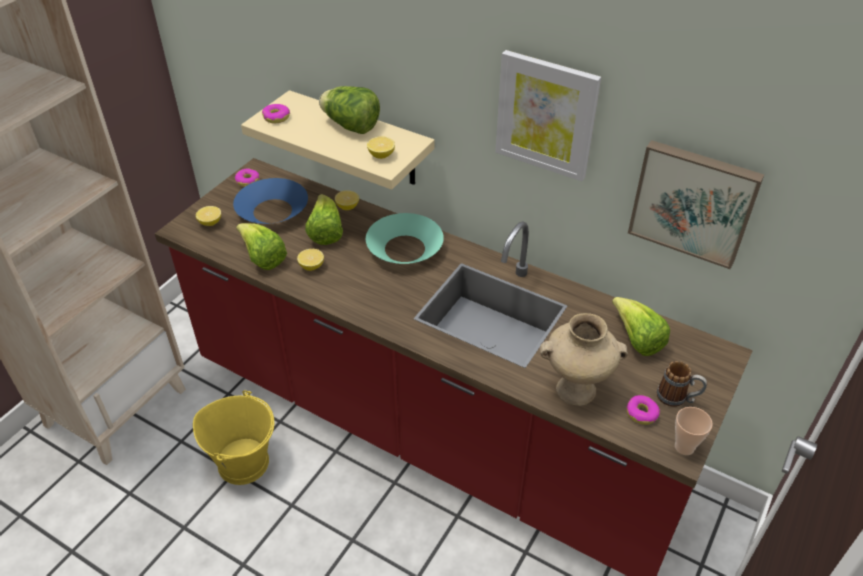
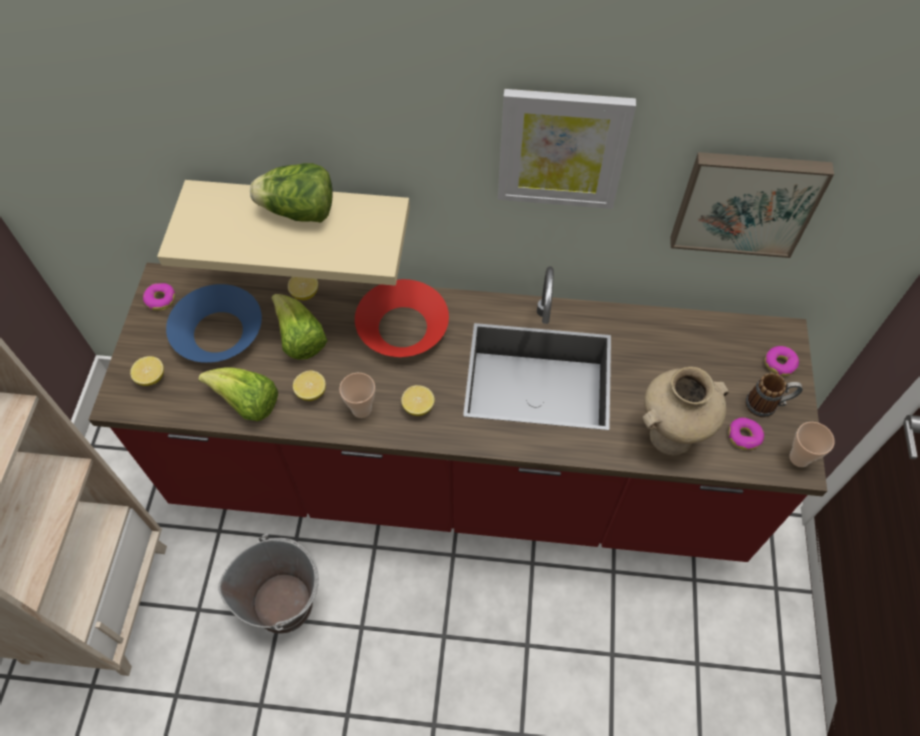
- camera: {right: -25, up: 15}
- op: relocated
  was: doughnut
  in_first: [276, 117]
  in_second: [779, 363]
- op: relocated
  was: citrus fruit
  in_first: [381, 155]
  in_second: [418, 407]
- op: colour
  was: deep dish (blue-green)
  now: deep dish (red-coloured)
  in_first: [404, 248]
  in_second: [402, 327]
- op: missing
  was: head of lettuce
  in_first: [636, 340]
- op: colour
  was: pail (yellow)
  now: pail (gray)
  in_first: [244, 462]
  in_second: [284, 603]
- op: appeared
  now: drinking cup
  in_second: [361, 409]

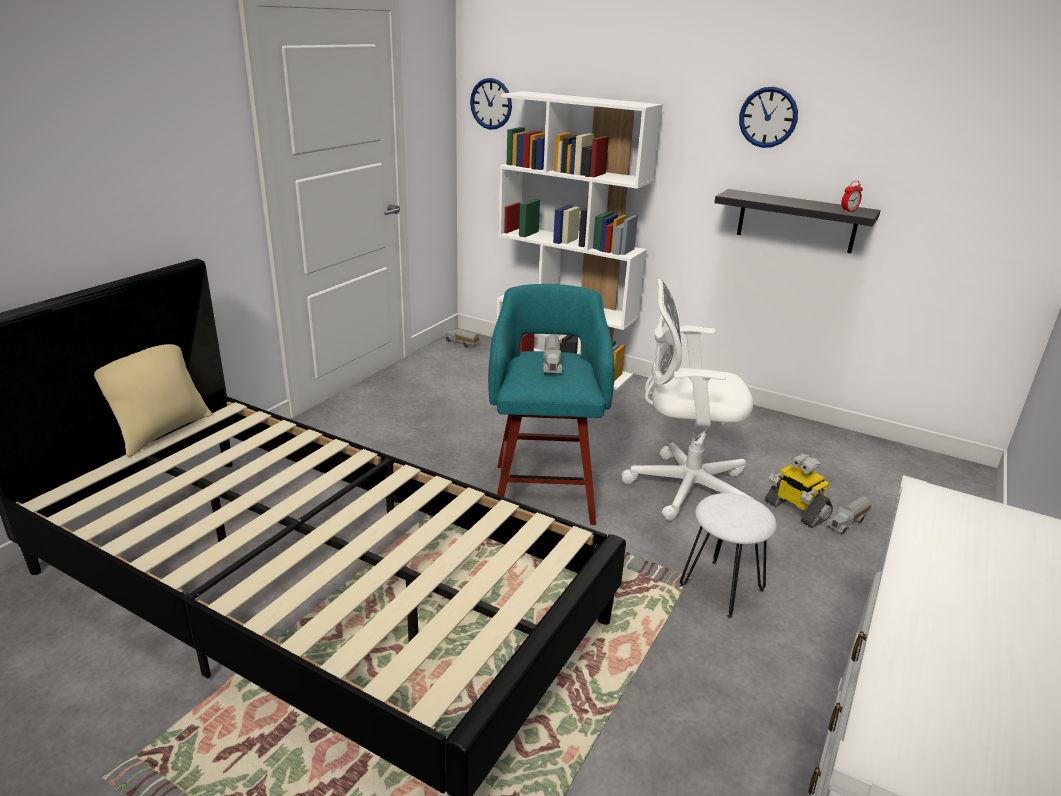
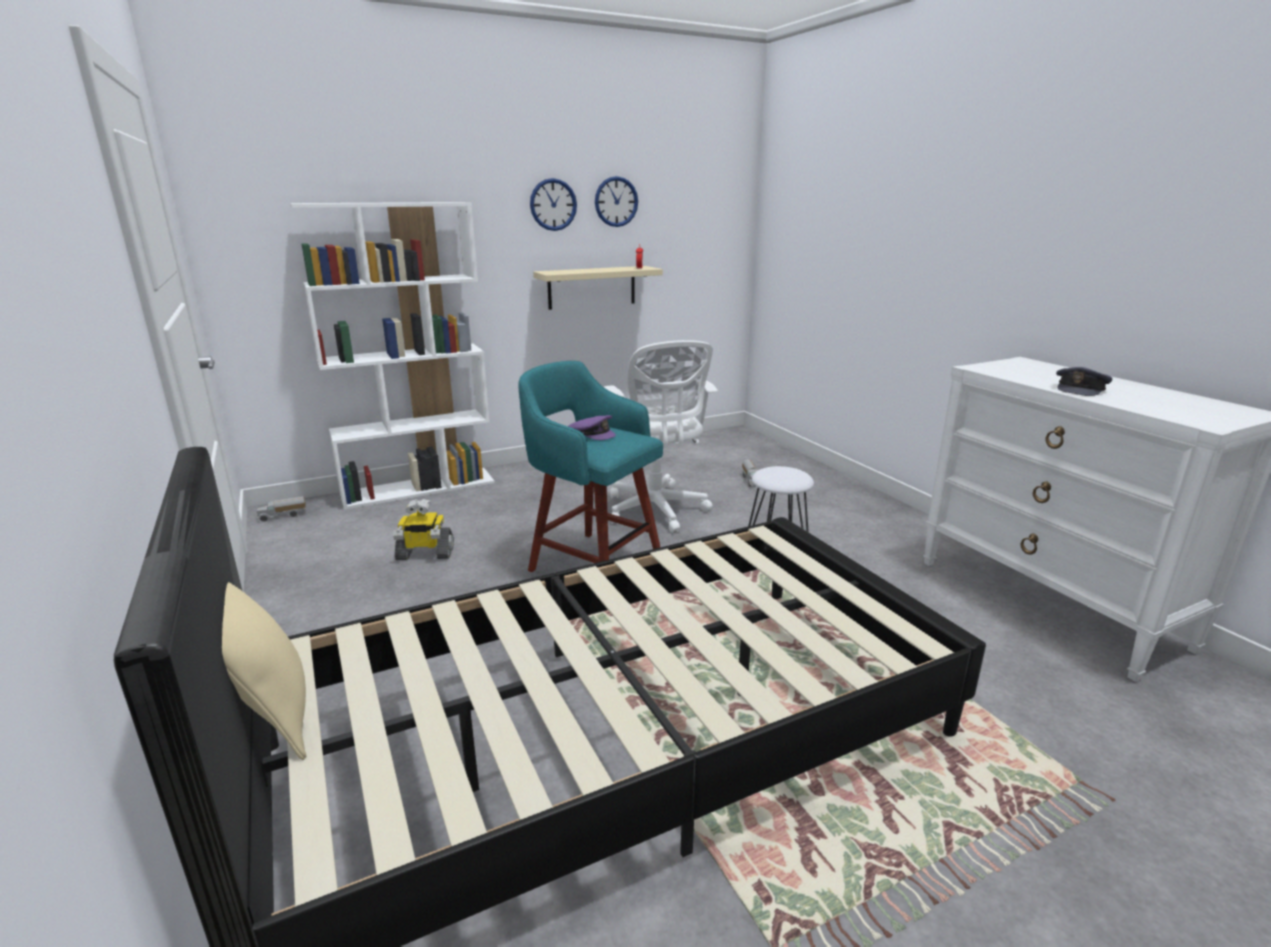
- camera: {right: -55, up: -5}
- op: relocated
  was: hanging clock
  in_first: [491, 104]
  in_second: [616, 201]
- op: colour
  was: bracket shelf (black)
  now: bracket shelf (beige-coloured)
  in_first: [796, 221]
  in_second: [592, 287]
- op: spun
  was: desk chair (white-coloured)
  in_first: [683, 488]
  in_second: [656, 511]
  clockwise: -60
- op: exchanged
  was: toy truck
  now: peaked cap (purplish)
  in_first: [552, 365]
  in_second: [592, 434]
- op: relocated
  was: model robot
  in_first: [795, 510]
  in_second: [424, 554]
- op: appeared
  now: peaked cap (gray)
  in_second: [1080, 389]

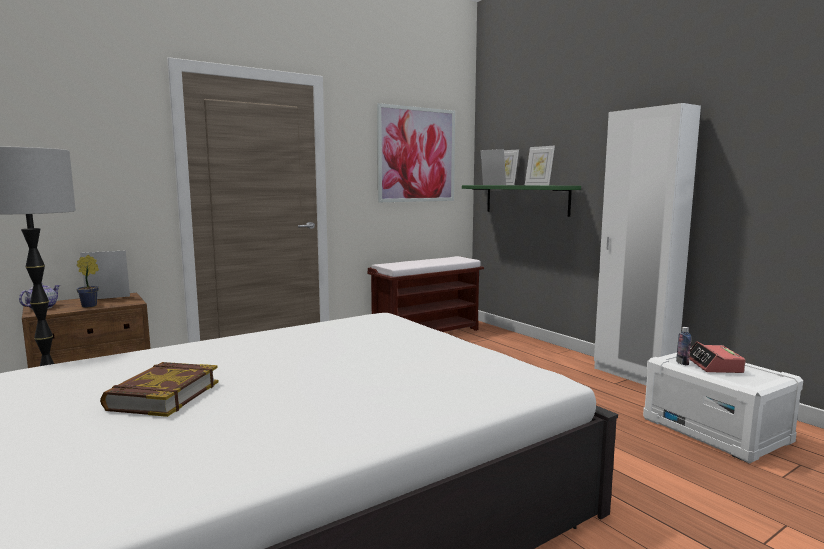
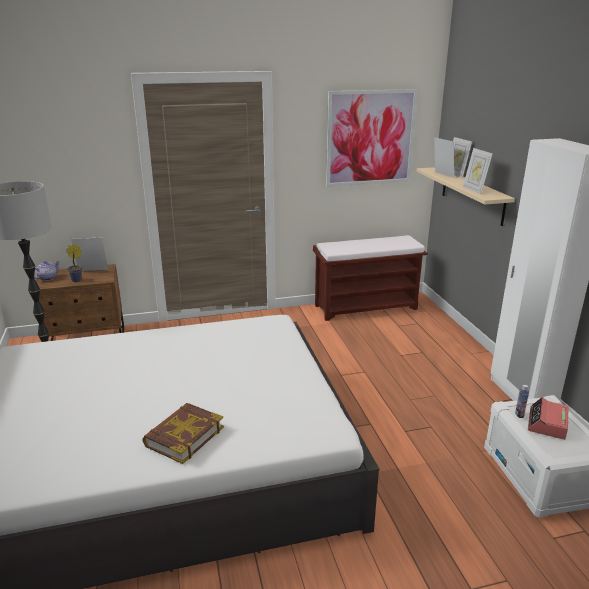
- camera: {right: 20, up: 15}
- op: colour
  was: bracket shelf (green)
  now: bracket shelf (beige-coloured)
  in_first: [526, 199]
  in_second: [472, 195]
- op: relocated
  was: volume
  in_first: [163, 395]
  in_second: [184, 436]

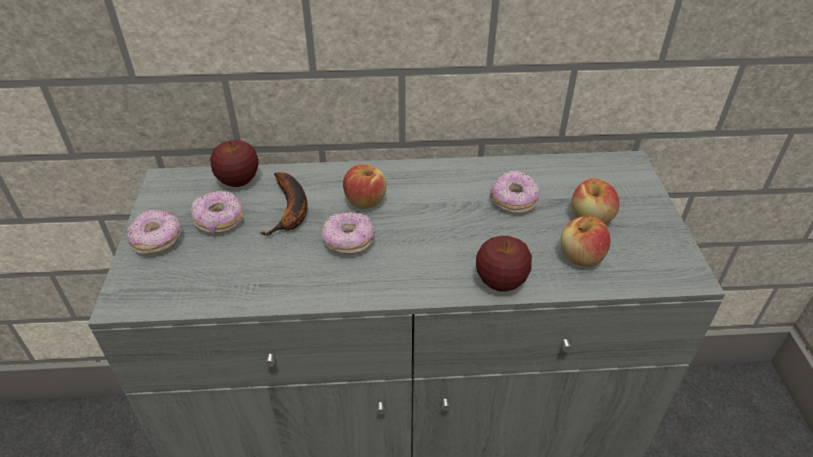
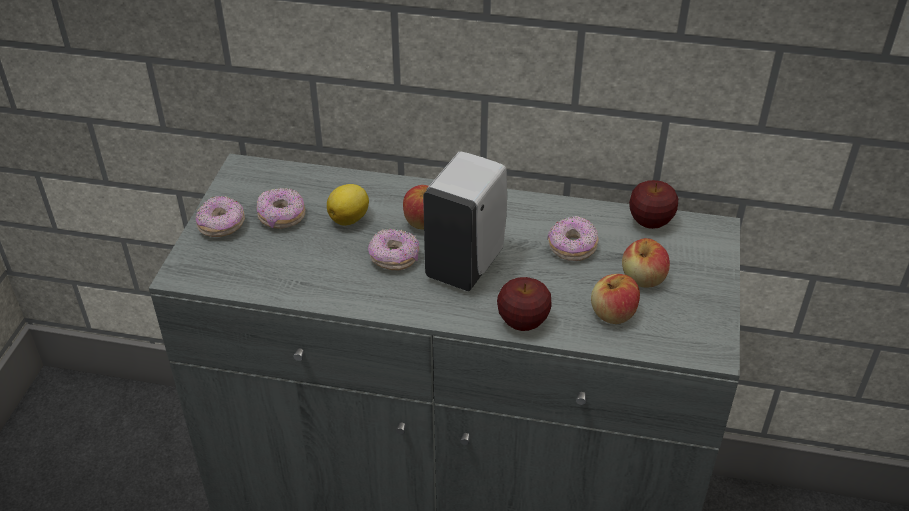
- camera: {right: 15, up: 0}
- op: relocated
  was: whole apple
  in_first: [238, 181]
  in_second: [650, 222]
- op: exchanged
  was: banana
  now: citrus fruit
  in_first: [290, 211]
  in_second: [350, 218]
- op: appeared
  now: soap bottle (white-coloured)
  in_second: [466, 263]

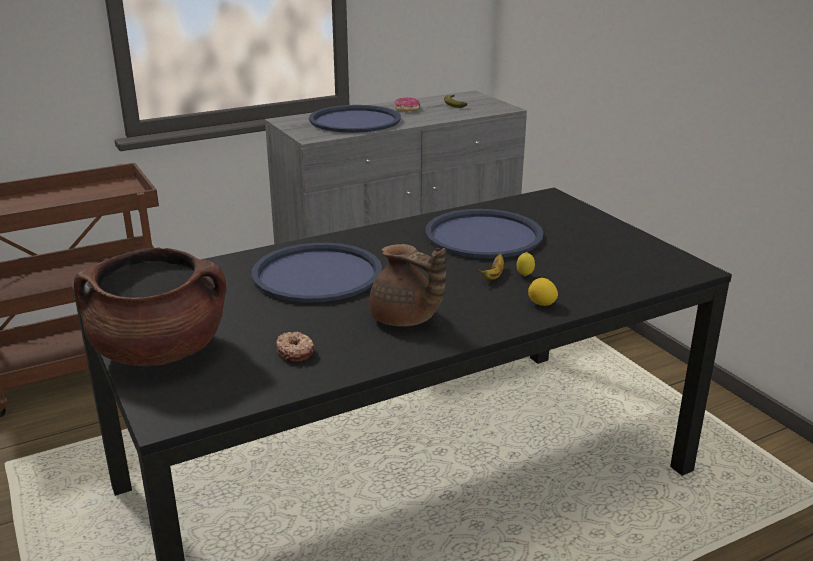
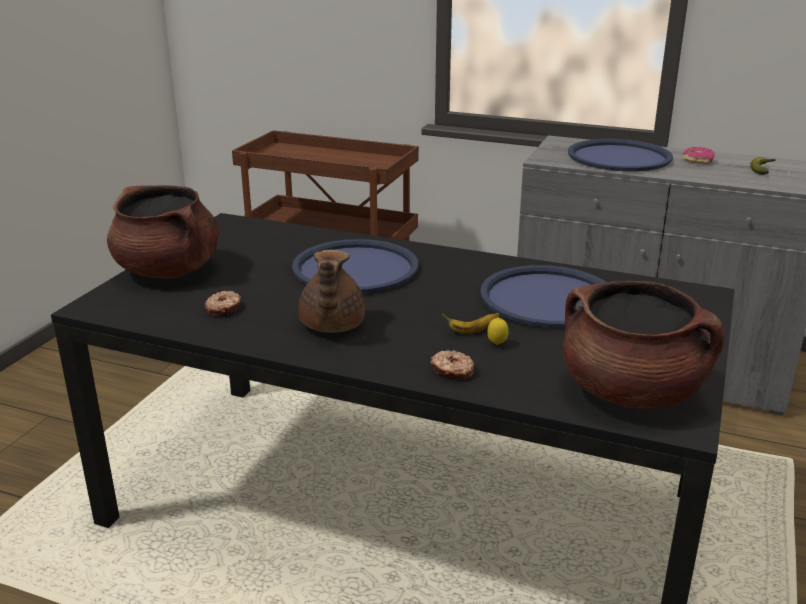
- camera: {right: 50, up: 0}
- op: exchanged
  was: citrus fruit
  now: doughnut
  in_first: [542, 304]
  in_second: [452, 371]
- op: appeared
  now: cooking pot (brown-coloured)
  in_second: [631, 392]

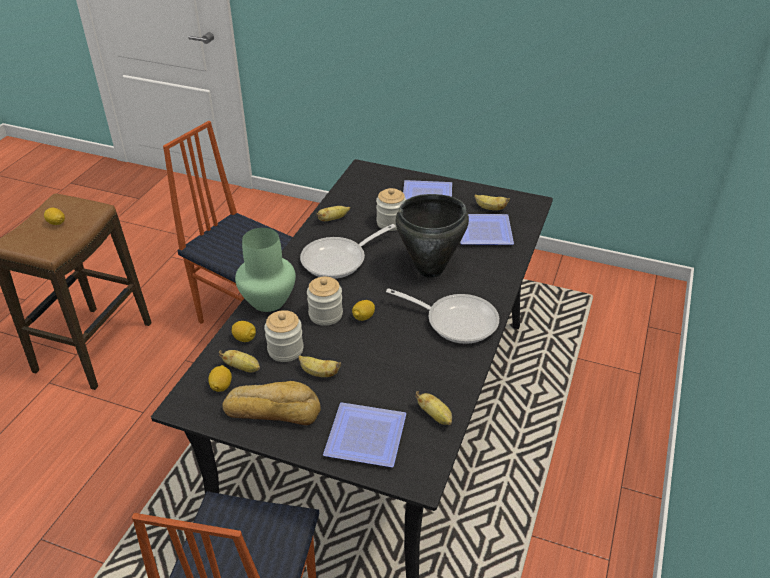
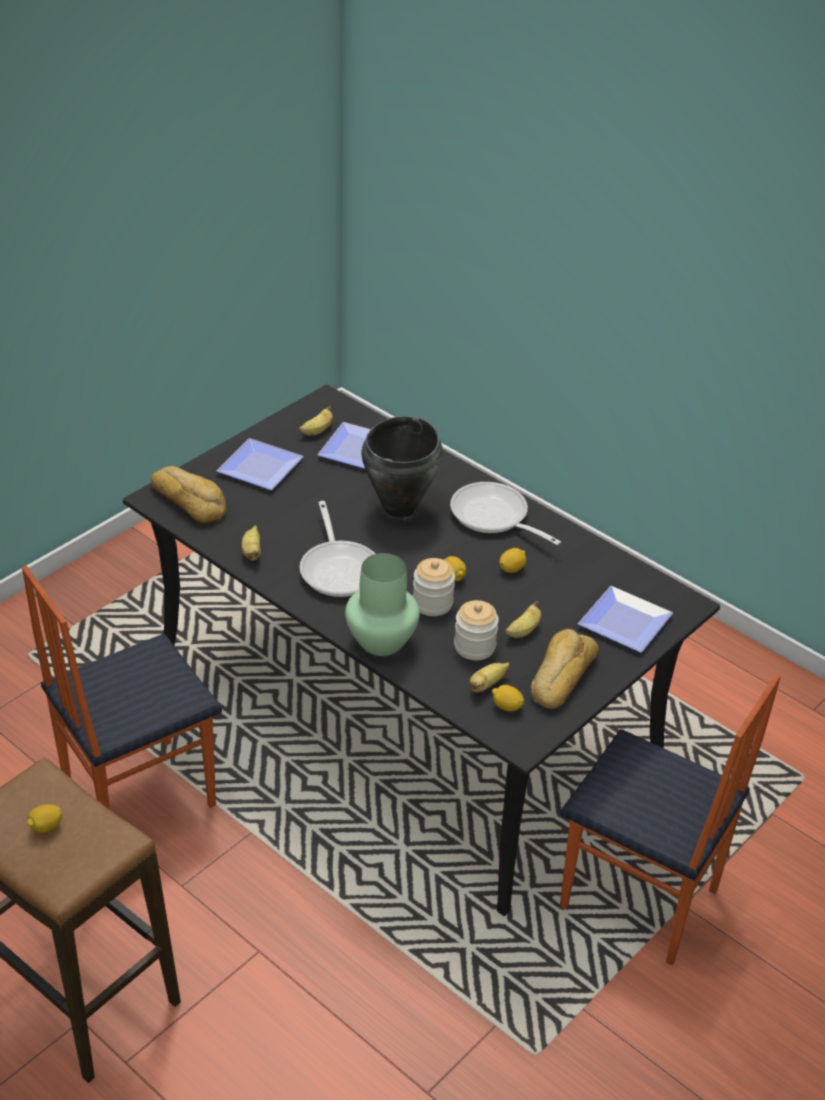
- camera: {right: -70, up: 0}
- op: missing
  was: jar
  in_first: [391, 223]
- op: spun
  was: skillet
  in_first: [456, 320]
  in_second: [494, 517]
  clockwise: -90
- op: relocated
  was: citrus fruit
  in_first: [245, 338]
  in_second: [512, 569]
- op: missing
  was: banana
  in_first: [435, 416]
- op: appeared
  now: bakery bread
  in_second: [189, 500]

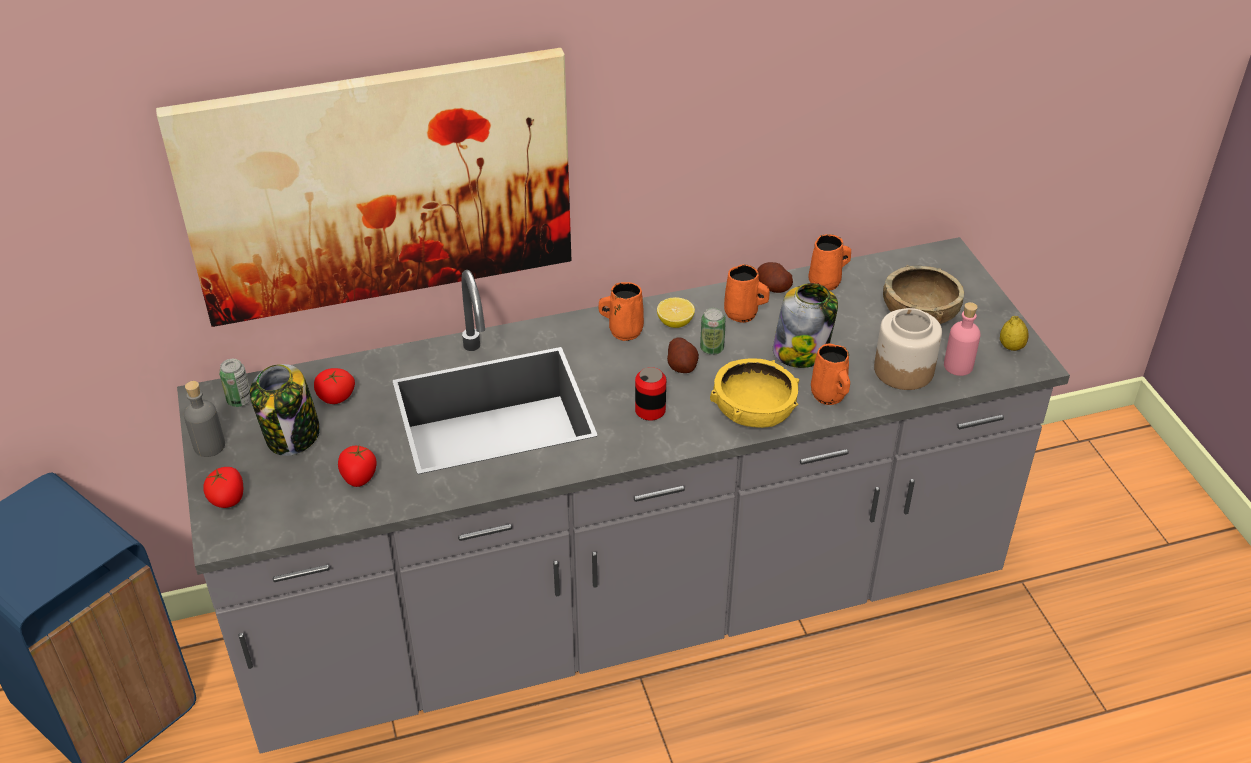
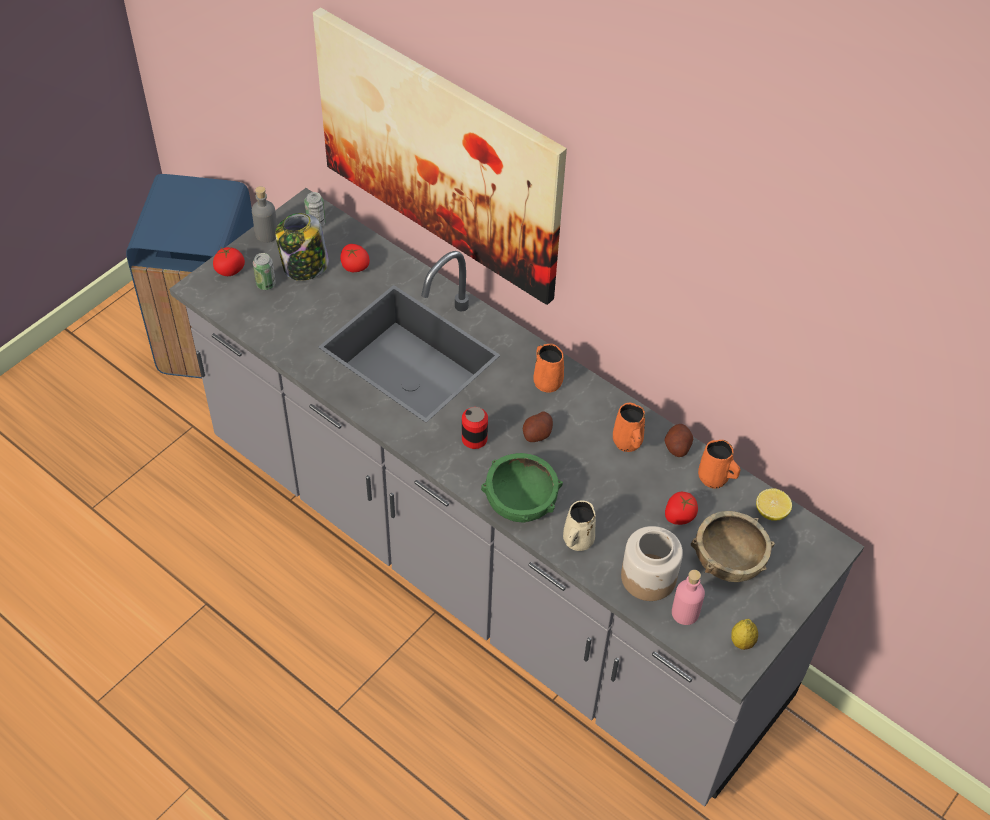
- camera: {right: 55, up: 10}
- op: missing
  was: jar
  in_first: [801, 351]
- op: relocated
  was: citrus fruit
  in_first: [675, 323]
  in_second: [771, 512]
- op: relocated
  was: can
  in_first: [712, 348]
  in_second: [266, 284]
- op: colour
  was: coffee mug (orange)
  now: coffee mug (beige-coloured)
  in_first: [829, 396]
  in_second: [577, 541]
- op: colour
  was: deep dish (yellow)
  now: deep dish (green)
  in_first: [753, 412]
  in_second: [520, 501]
- op: relocated
  was: whole tomato
  in_first: [359, 477]
  in_second: [679, 516]

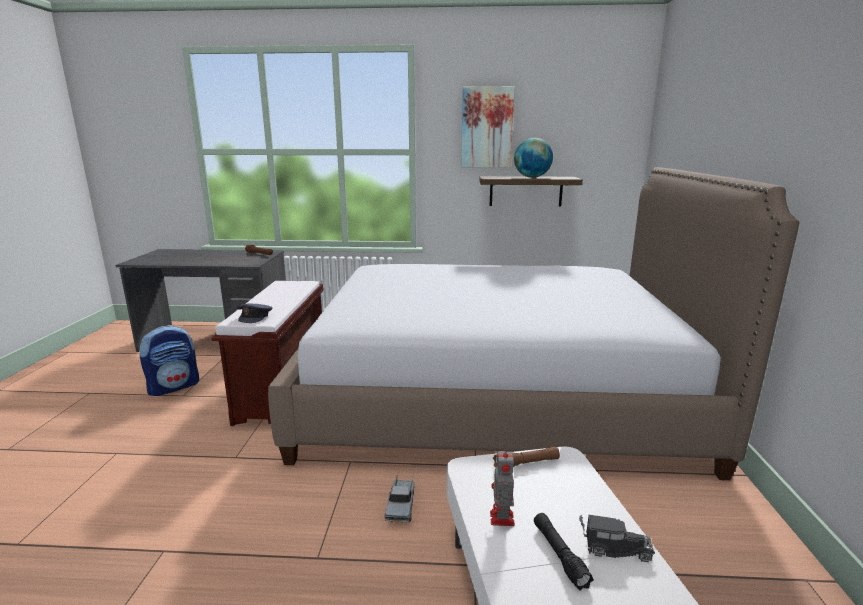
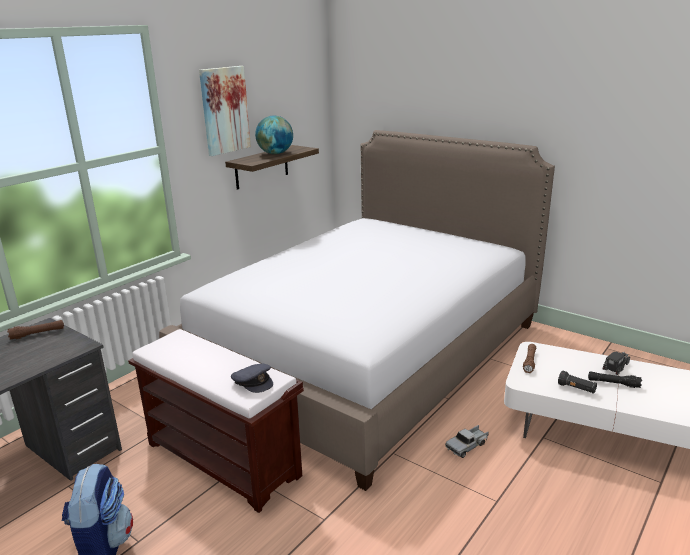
- camera: {right: -55, up: 5}
- op: exchanged
  was: model robot
  now: hand torch (black)
  in_first: [502, 519]
  in_second: [576, 389]
- op: spun
  was: toy truck
  in_first: [401, 505]
  in_second: [467, 446]
  clockwise: 105

